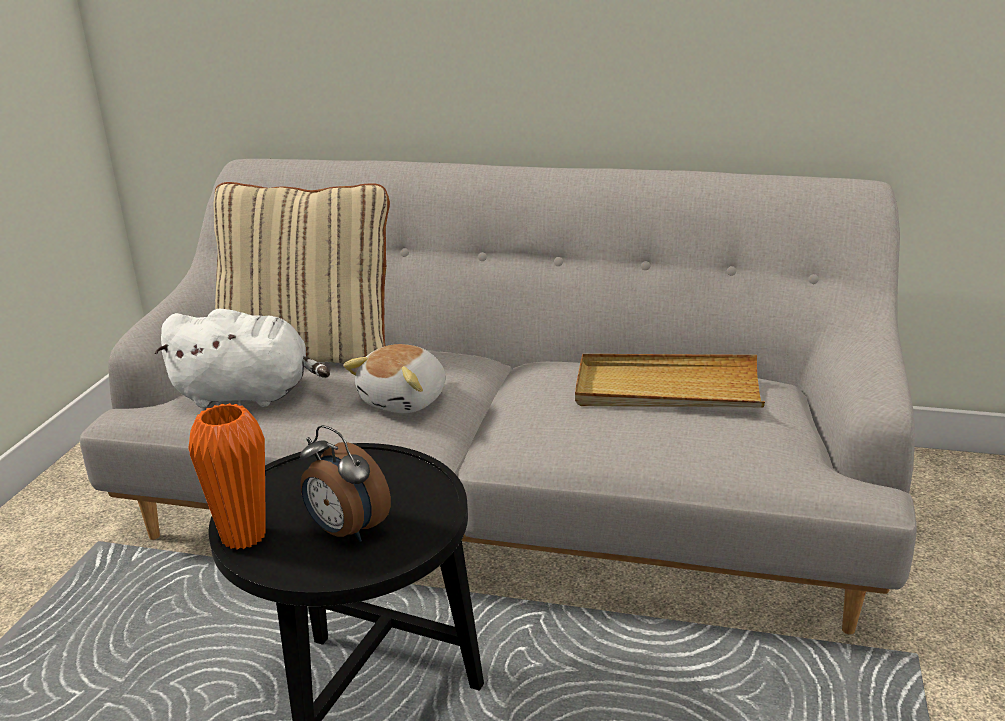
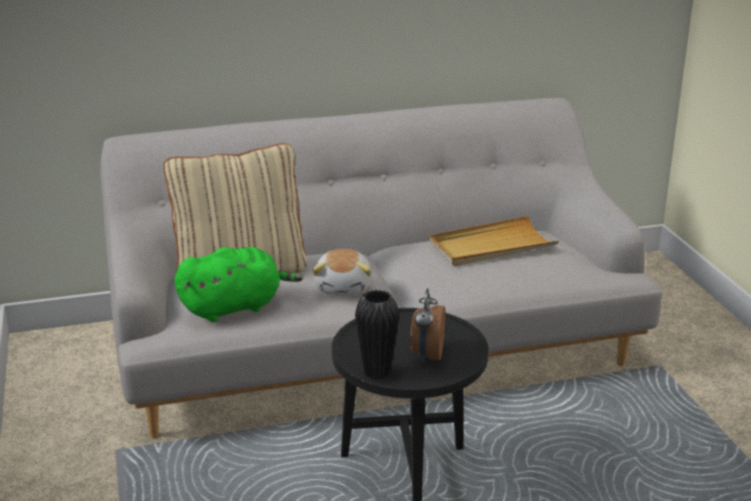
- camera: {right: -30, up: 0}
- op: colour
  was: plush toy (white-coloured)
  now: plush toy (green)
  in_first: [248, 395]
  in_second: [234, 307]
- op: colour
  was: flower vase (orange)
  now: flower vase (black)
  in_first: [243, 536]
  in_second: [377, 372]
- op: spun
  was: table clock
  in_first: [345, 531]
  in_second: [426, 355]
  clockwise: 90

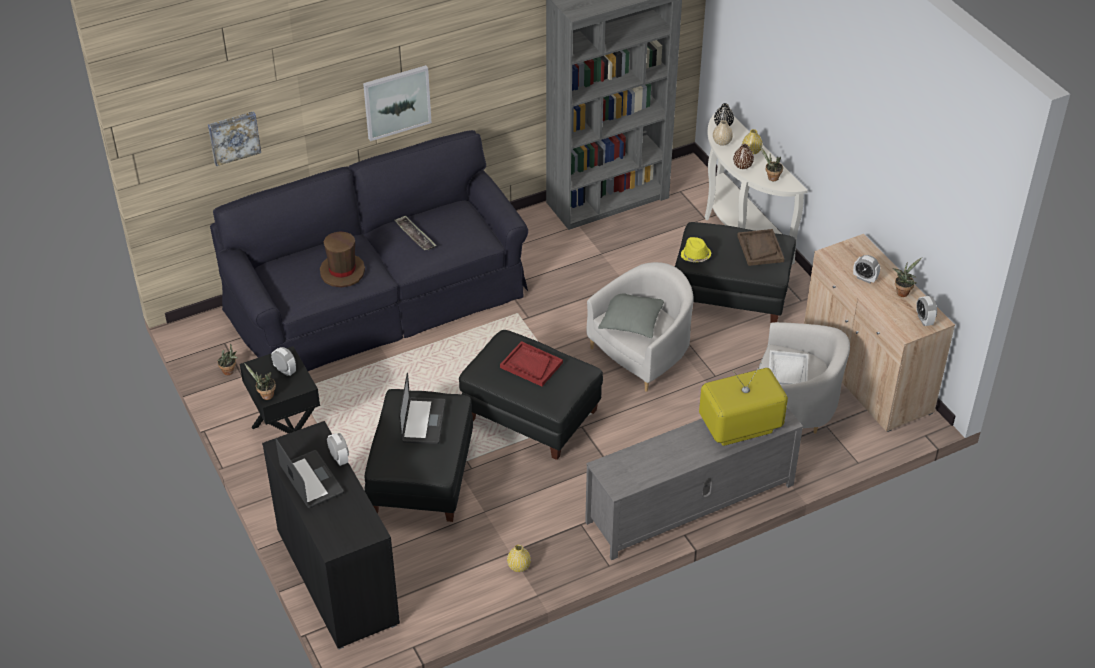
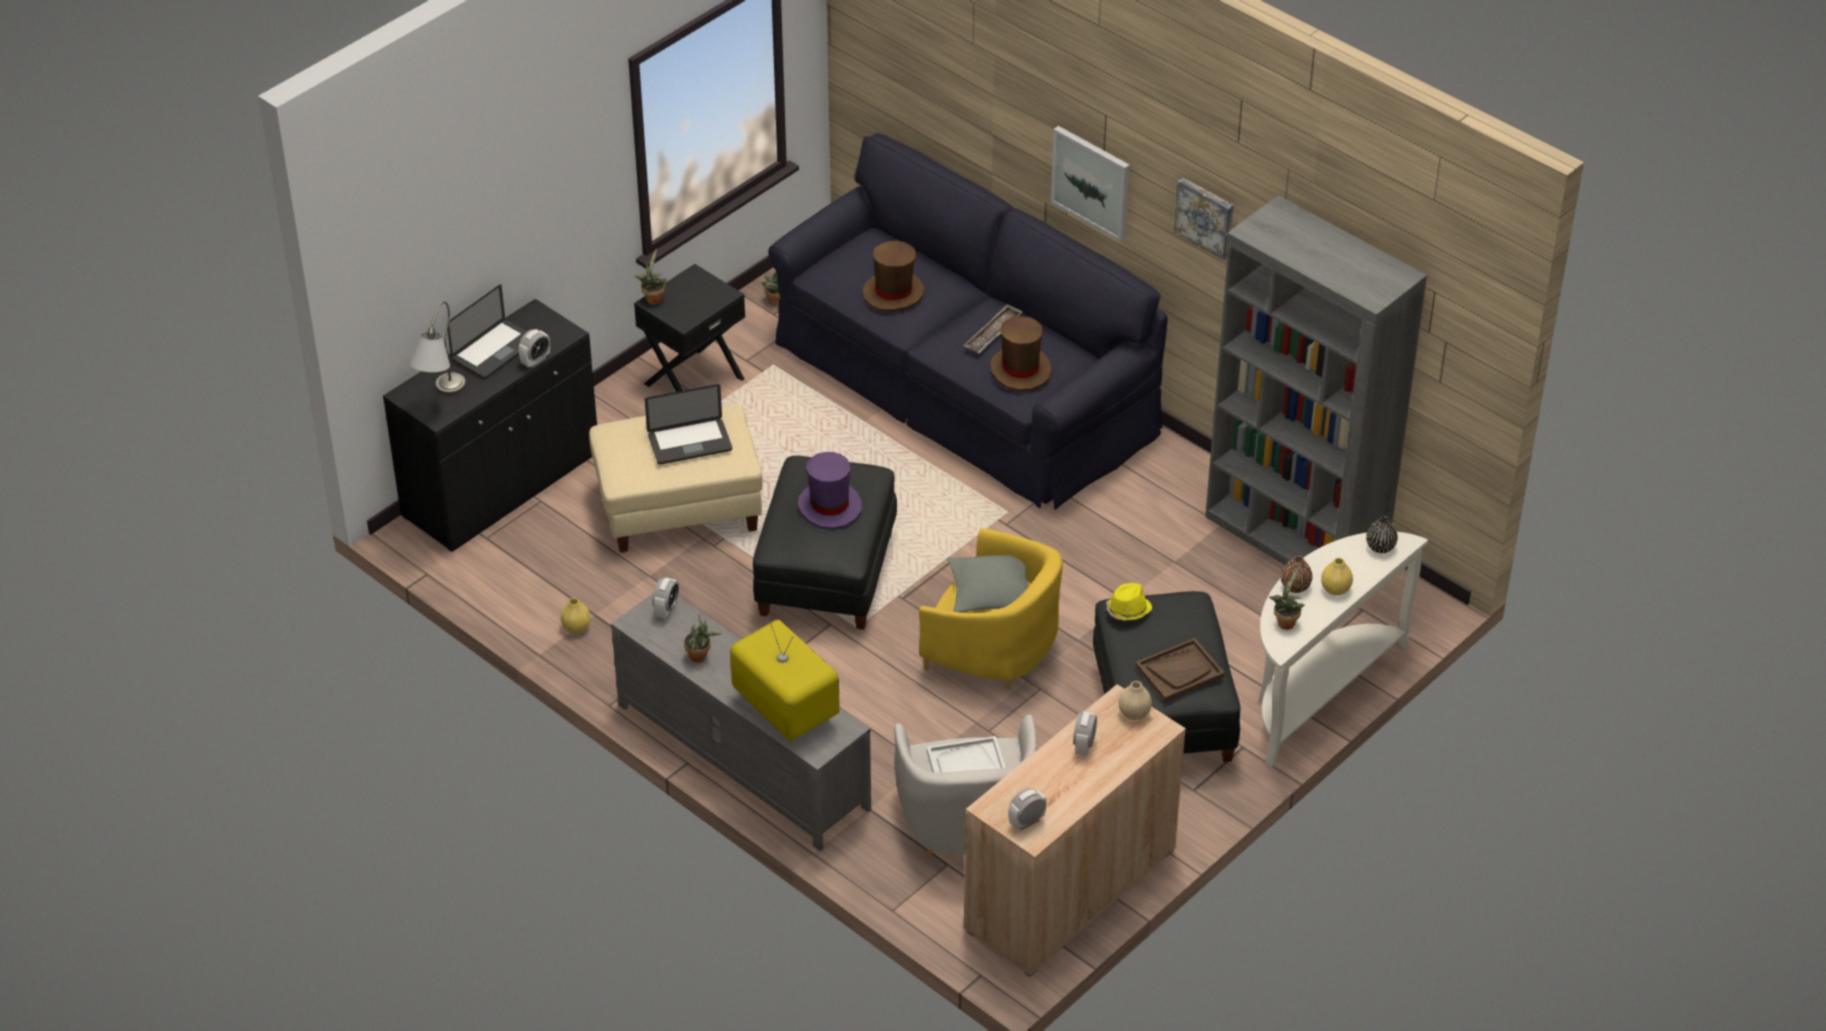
- camera: {right: 70, up: 0}
- op: relocated
  was: wall picture
  in_first: [233, 137]
  in_second: [1206, 217]
- op: relocated
  was: flower vase (beige-coloured)
  in_first: [722, 142]
  in_second: [1134, 713]
- op: relocated
  was: plant in a pot
  in_first: [902, 292]
  in_second: [701, 656]
- op: colour
  was: easy chair (white-coloured)
  now: easy chair (yellow)
  in_first: [642, 354]
  in_second: [994, 649]
- op: exchanged
  was: tray (red-coloured)
  now: wearable hat (purplish)
  in_first: [531, 365]
  in_second: [830, 507]
- op: relocated
  was: table clock
  in_first: [285, 370]
  in_second: [666, 610]
- op: colour
  was: footrest (black)
  now: footrest (beige-coloured)
  in_first: [421, 478]
  in_second: [679, 508]
- op: appeared
  now: table lamp (gray)
  in_second: [441, 398]
- op: appeared
  now: wearable hat (brown-coloured)
  in_second: [1021, 370]

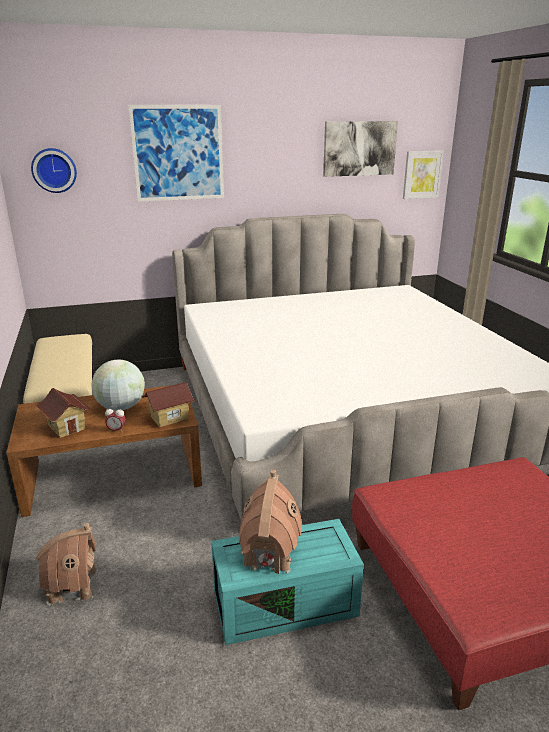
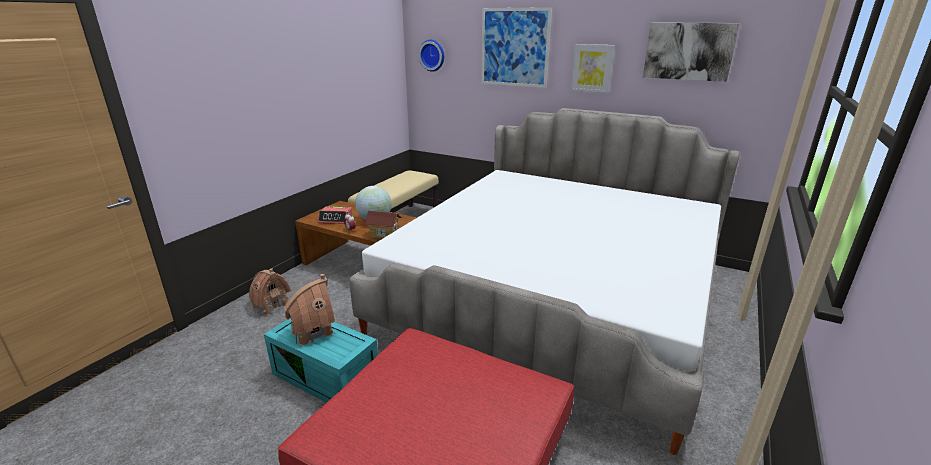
- camera: {right: 45, up: 0}
- op: relocated
  was: wall picture
  in_first: [422, 174]
  in_second: [592, 68]
- op: exchanged
  was: miniature house
  now: table clock
  in_first: [67, 427]
  in_second: [336, 219]

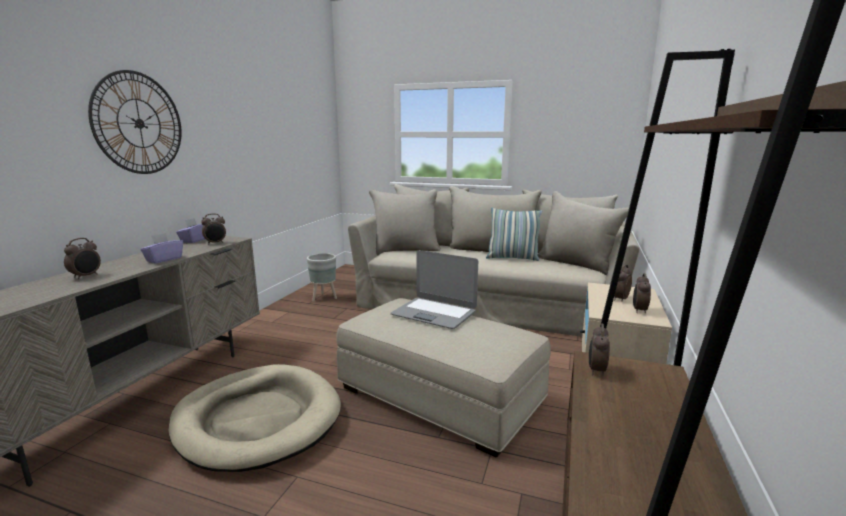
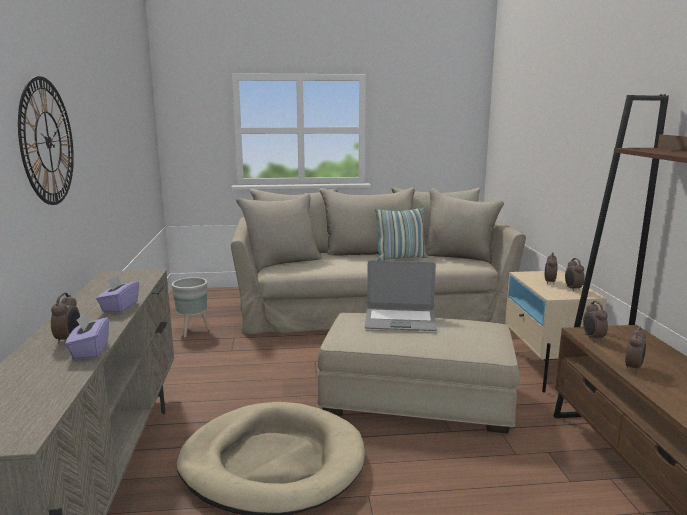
- camera: {right: -25, up: 0}
- op: relocated
  was: table clock
  in_first: [215, 243]
  in_second: [633, 368]
- op: relocated
  was: box of tissues (purplish)
  in_first: [194, 240]
  in_second: [90, 351]

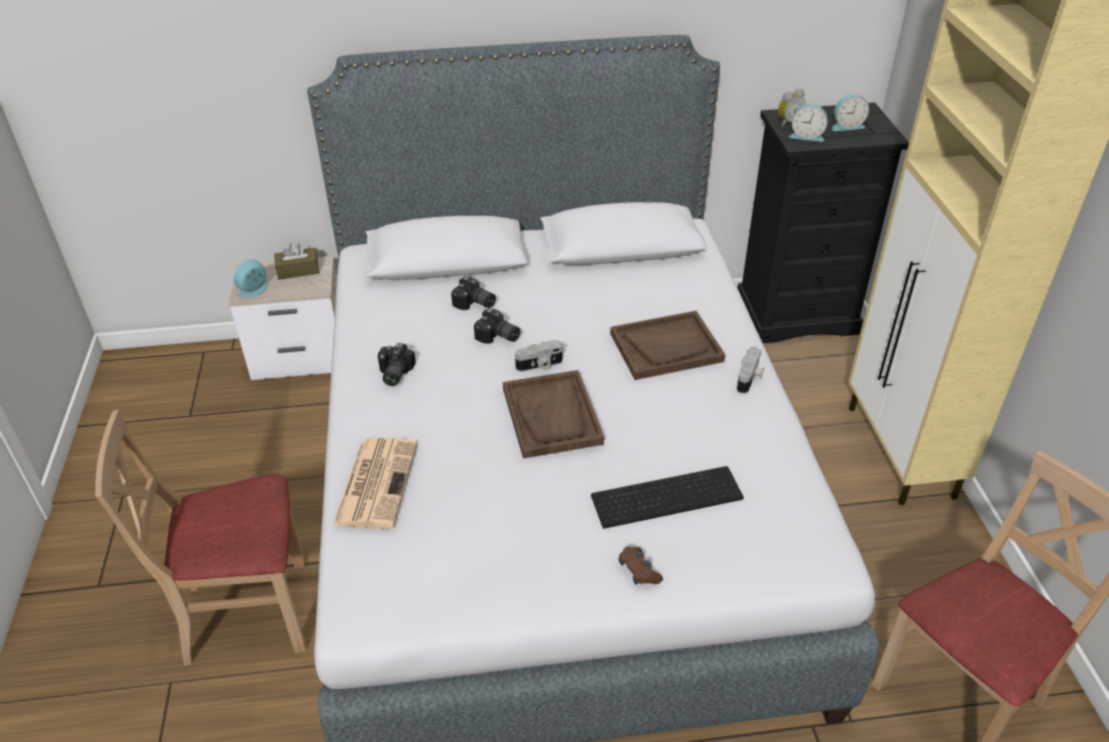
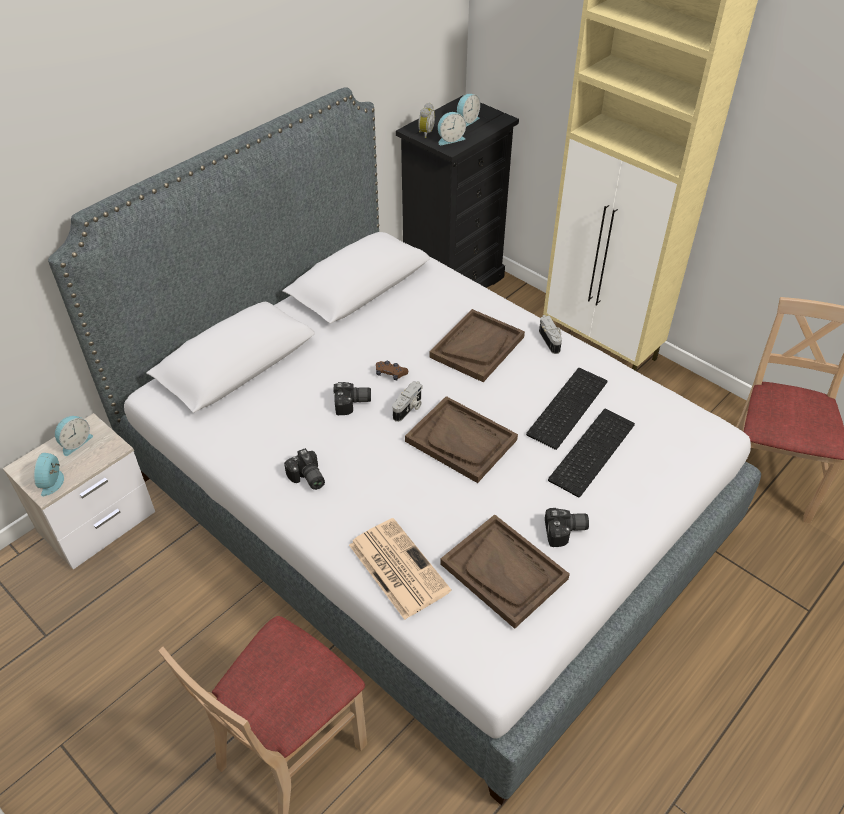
- camera: {right: -40, up: 5}
- op: exchanged
  was: box of tissues (brown-coloured)
  now: table clock
  in_first: [298, 270]
  in_second: [75, 442]
- op: relocated
  was: still camera
  in_first: [474, 304]
  in_second: [566, 532]
- op: relocated
  was: joypad (brown-coloured)
  in_first: [638, 571]
  in_second: [390, 374]
- op: appeared
  now: computer keyboard
  in_second: [566, 406]
- op: appeared
  now: tray (brown-coloured)
  in_second: [504, 571]

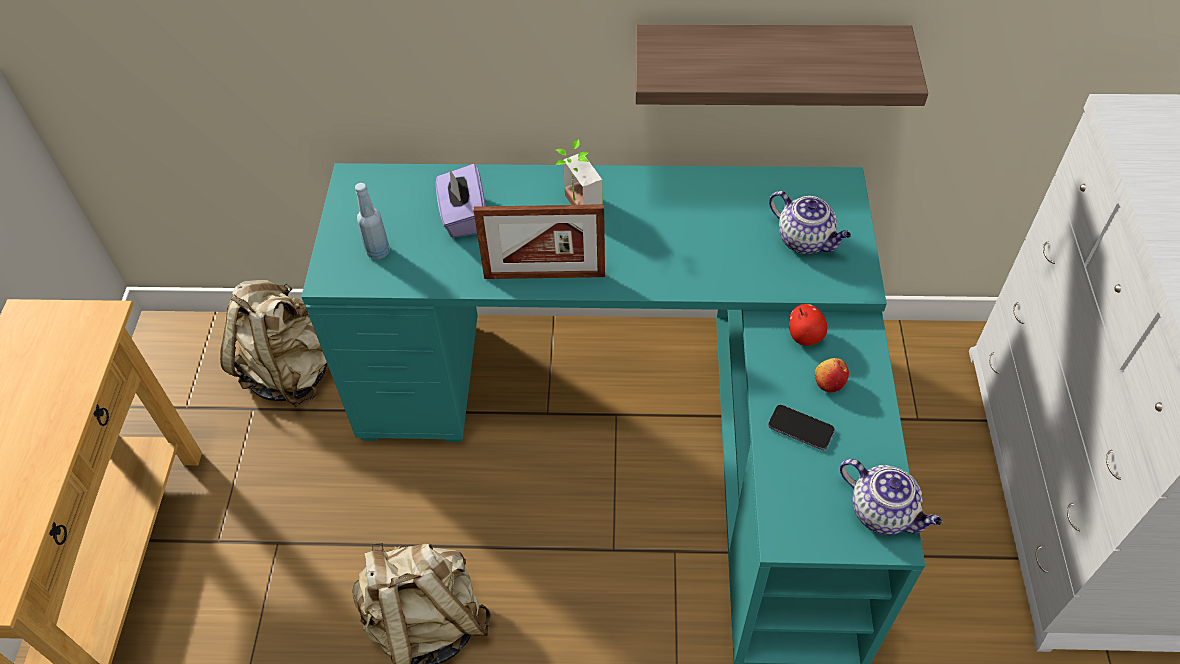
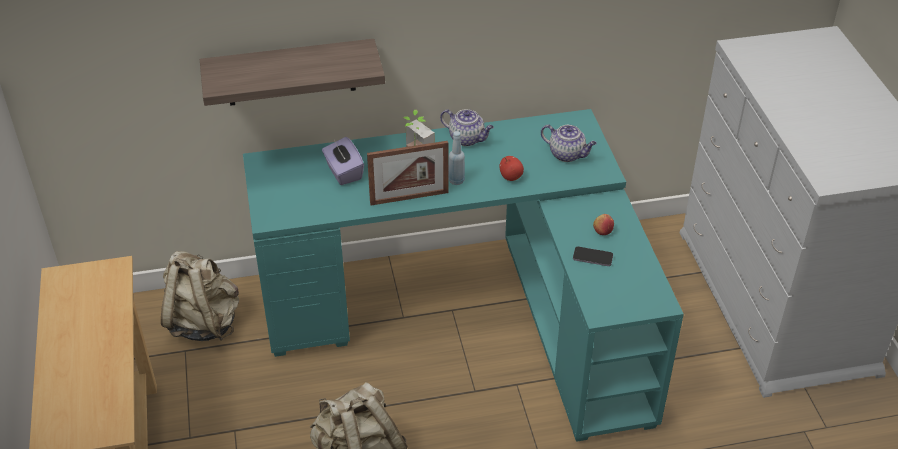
- camera: {right: -15, up: -10}
- op: relocated
  was: bracket shelf
  in_first: [768, 62]
  in_second: [290, 72]
- op: relocated
  was: drink bottle (blue-coloured)
  in_first: [378, 251]
  in_second: [456, 180]
- op: relocated
  was: whole apple
  in_first: [805, 336]
  in_second: [510, 177]
- op: relocated
  was: teapot
  in_first: [883, 512]
  in_second: [467, 139]

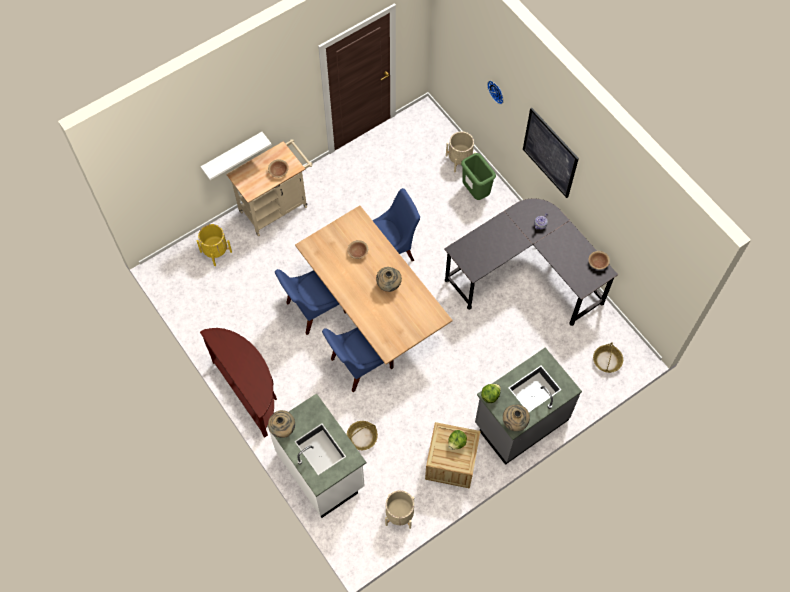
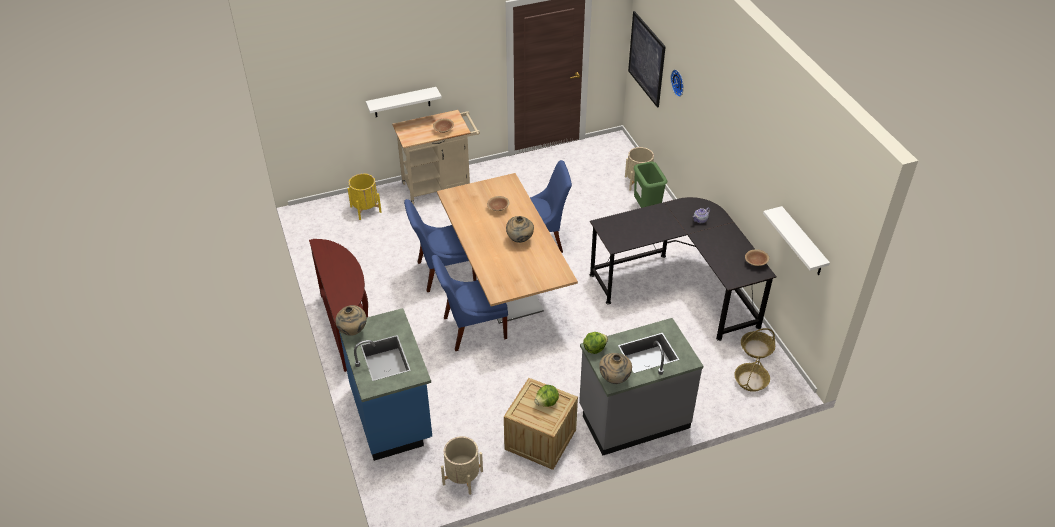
- camera: {right: 15, up: -20}
- op: relocated
  was: wall picture
  in_first: [550, 153]
  in_second: [646, 59]
- op: colour
  was: counter (white-coloured)
  now: counter (blue-coloured)
  in_first: [321, 470]
  in_second: [392, 414]
- op: relocated
  was: storage basket
  in_first: [362, 437]
  in_second: [756, 348]
- op: appeared
  now: bracket shelf (white-coloured)
  in_second: [802, 243]

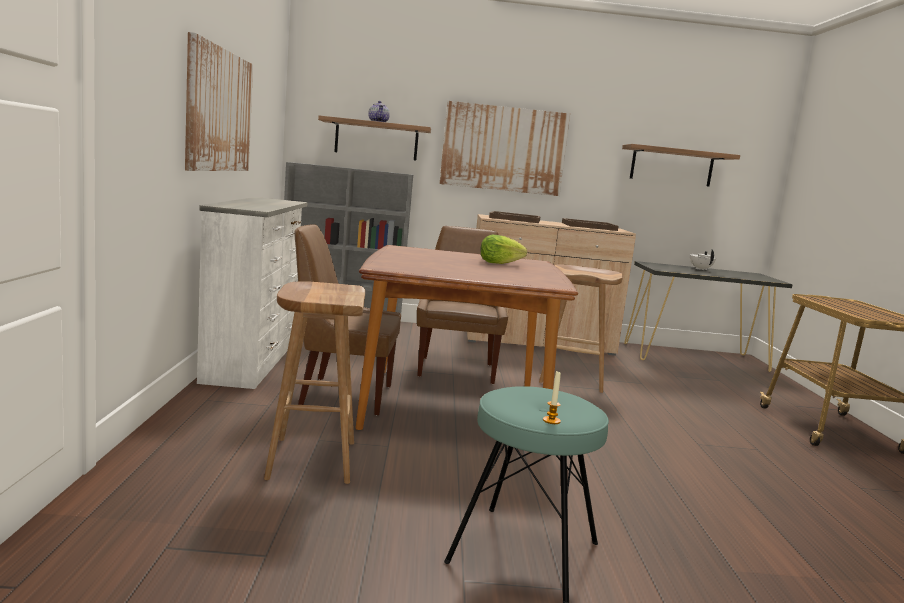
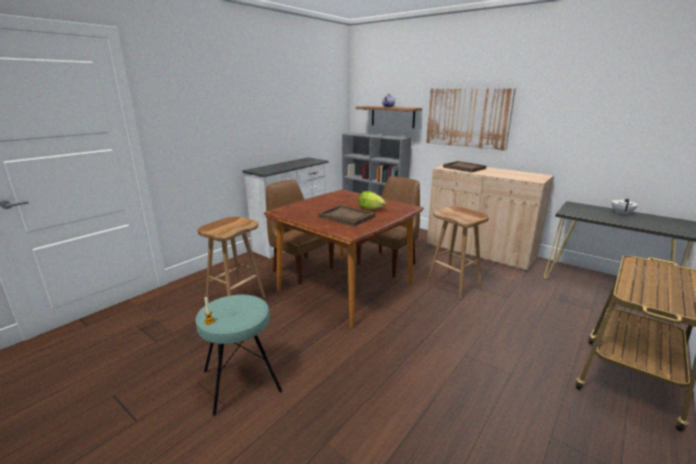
- camera: {right: 40, up: 10}
- op: missing
  was: wall picture
  in_first: [219, 111]
- op: missing
  was: bracket shelf
  in_first: [671, 166]
- op: relocated
  was: tray (brown-coloured)
  in_first: [589, 226]
  in_second: [347, 217]

